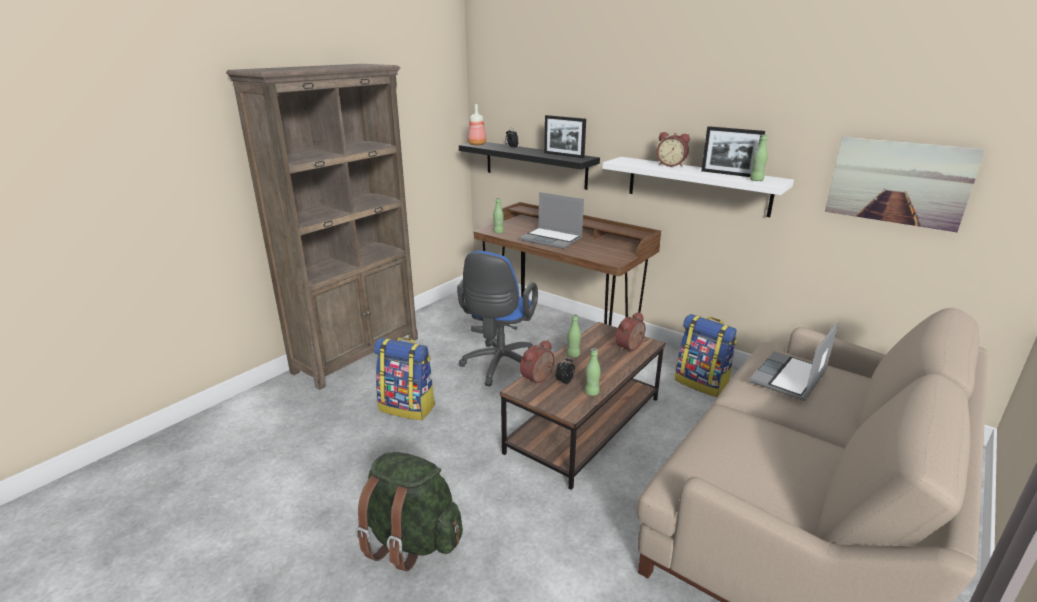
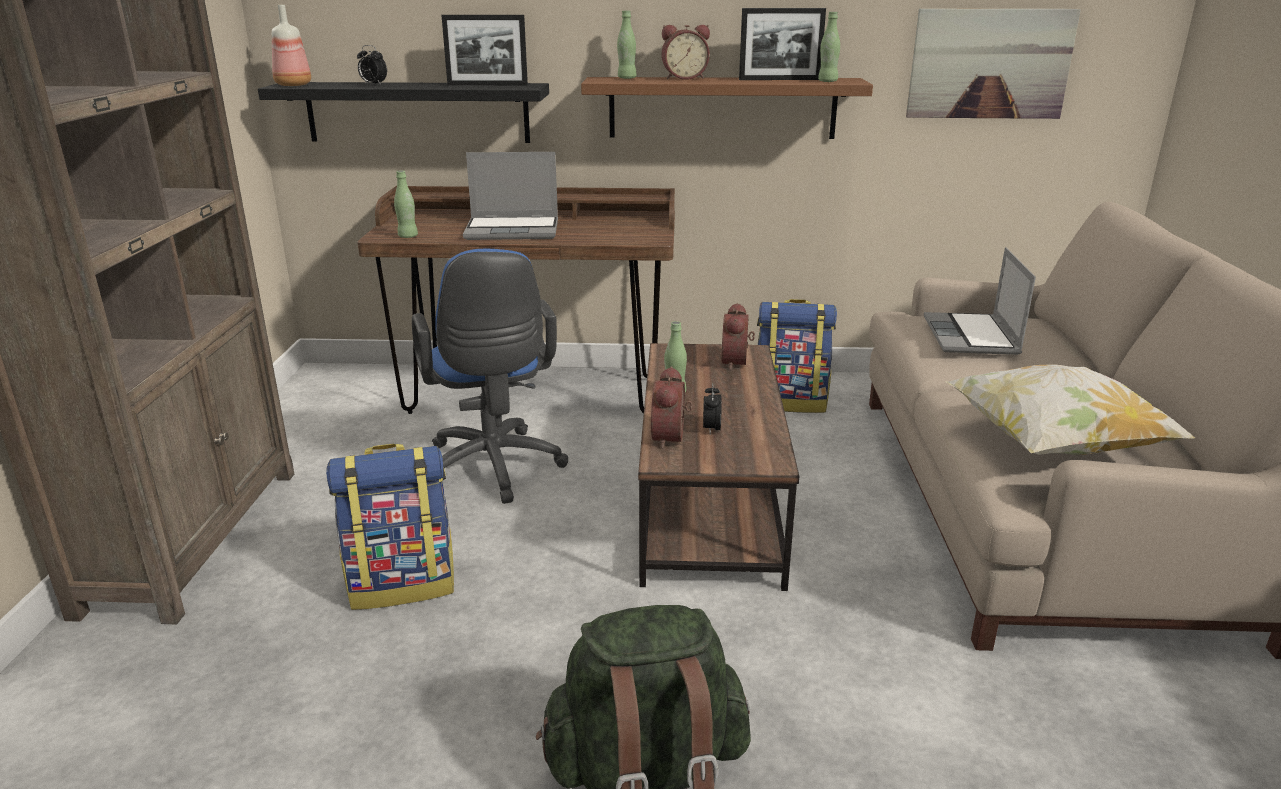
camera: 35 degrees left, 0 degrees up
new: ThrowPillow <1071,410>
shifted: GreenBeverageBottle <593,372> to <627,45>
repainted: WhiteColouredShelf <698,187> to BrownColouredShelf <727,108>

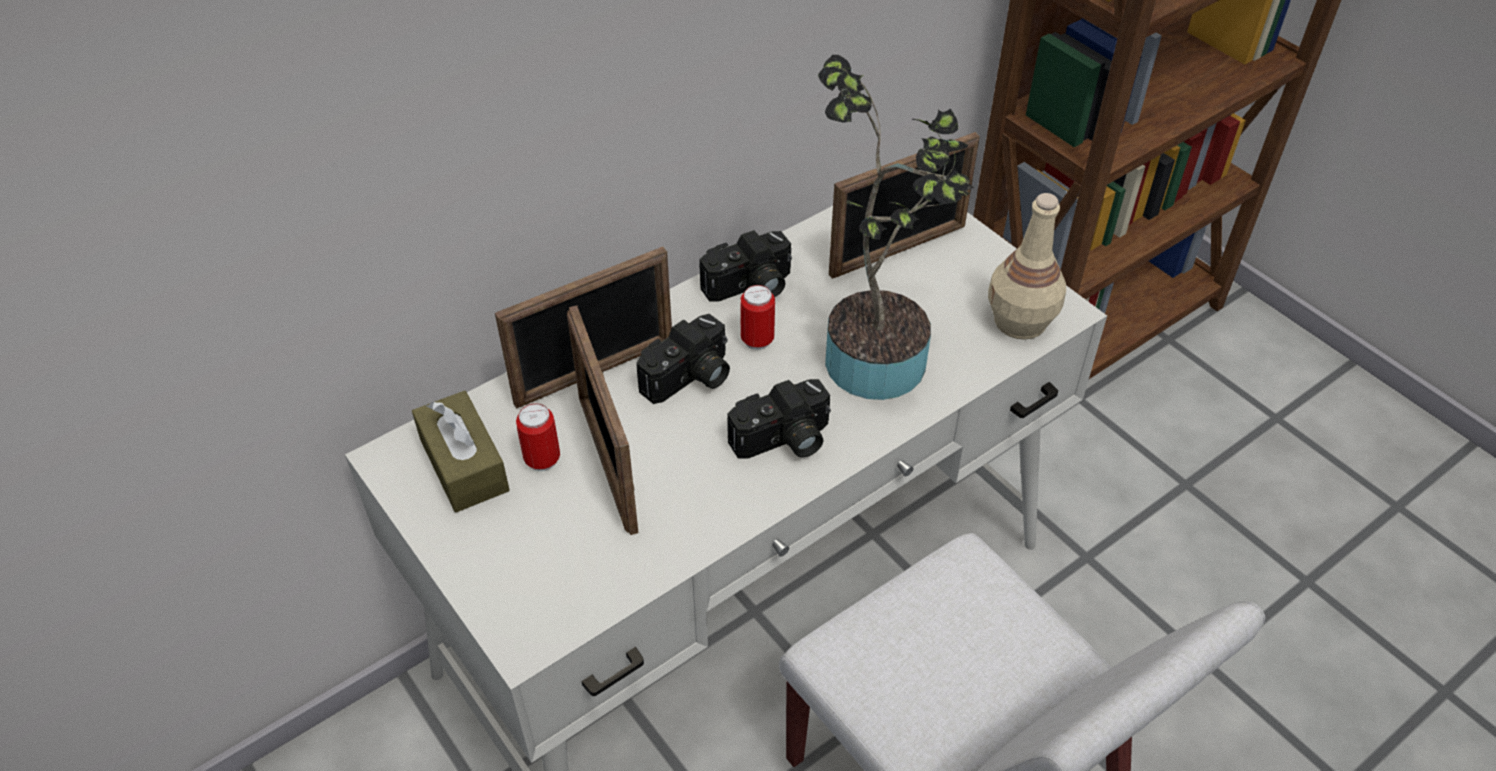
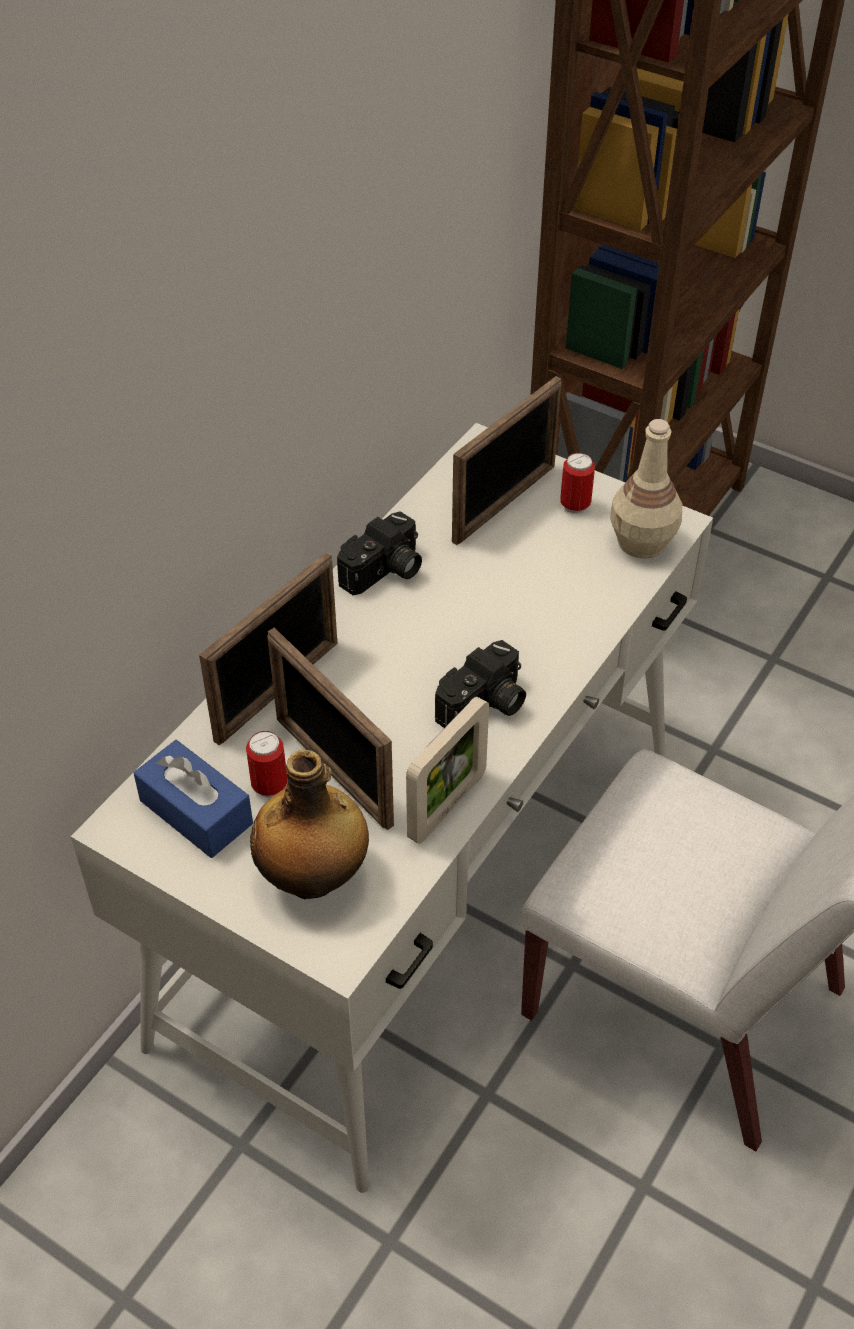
camera: 20 degrees left, 0 degrees up
gone: PhotoCamera <683,359>; PottedPlant <896,227>
new: BeverageBottle <309,824>; StandingFrame <447,770>
shifted: Can <757,317> to <577,483>
repainted: BrownColouredTissueHolder <460,451> to BlueColouredTissueHolder <193,799>

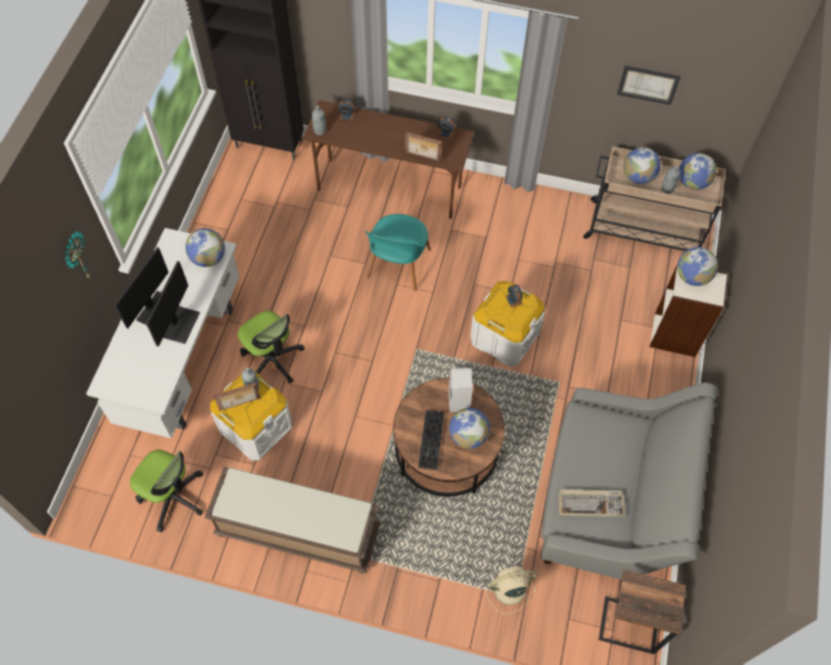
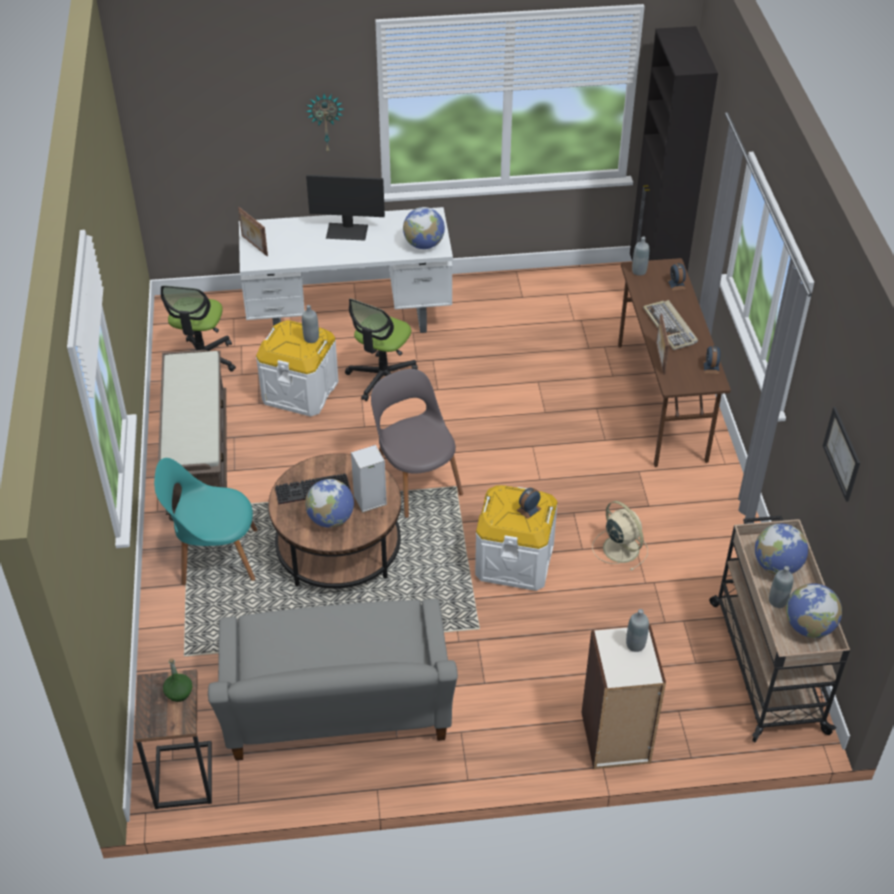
camera: 70 degrees right, 15 degrees down
gone: ComputerDisplay <173,304>
new: GreenBeverageBottle <177,680>; GreyishUprightChair <417,443>
shifted: StandingFrame <237,397> to <253,231>; TurquoiseUprightChair <398,252> to <205,521>; SandColouredFan <511,590> to <620,536>; Keyboard <591,503> to <670,325>
swapped: DeskGlobe <697,266> to GreyishBeverageBottle <637,630>

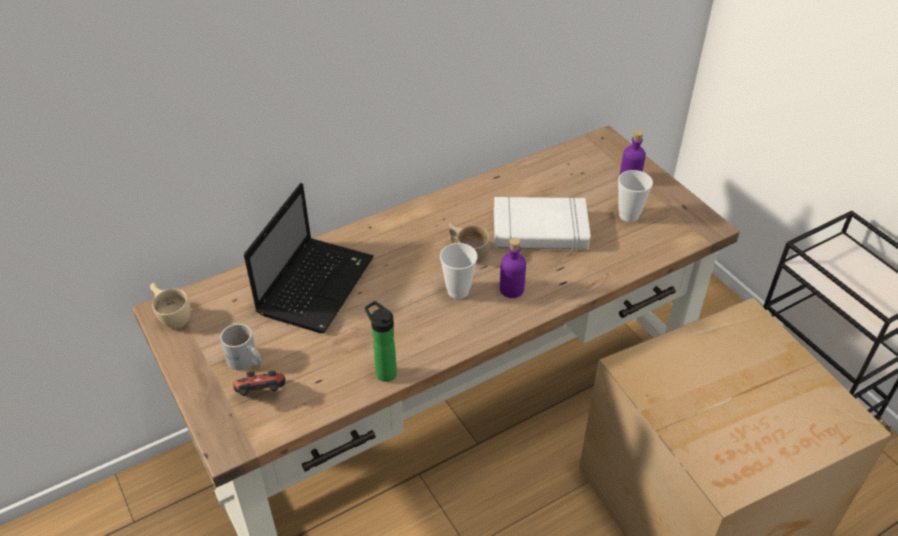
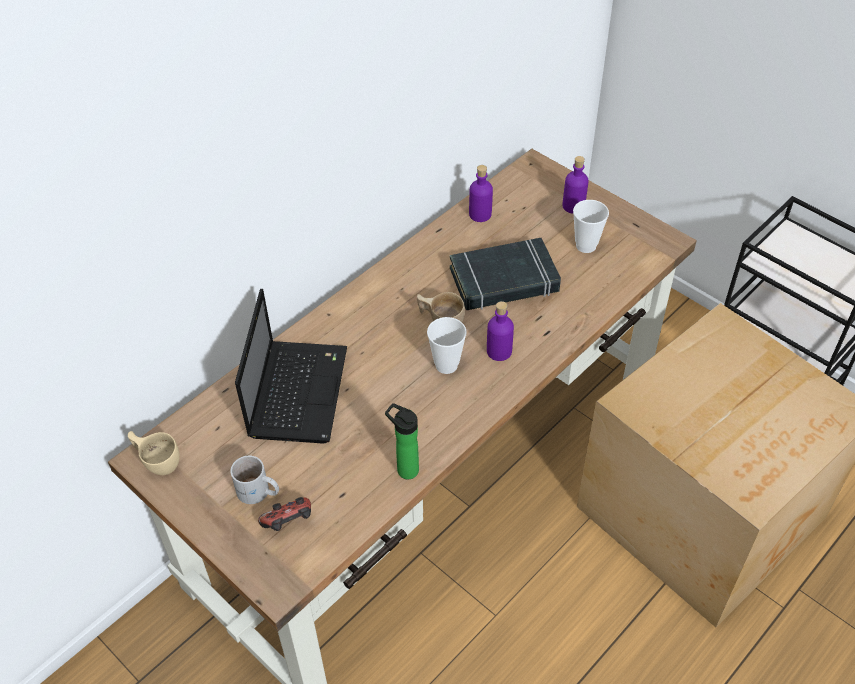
camera: 15 degrees left, 5 degrees up
new: PurpleColouredBeverageBottle <481,193>
repainted: WhiteColouredBook <542,224> to BlackishBook <505,274>

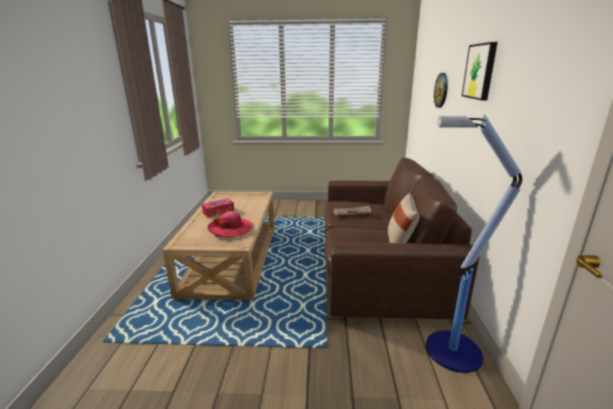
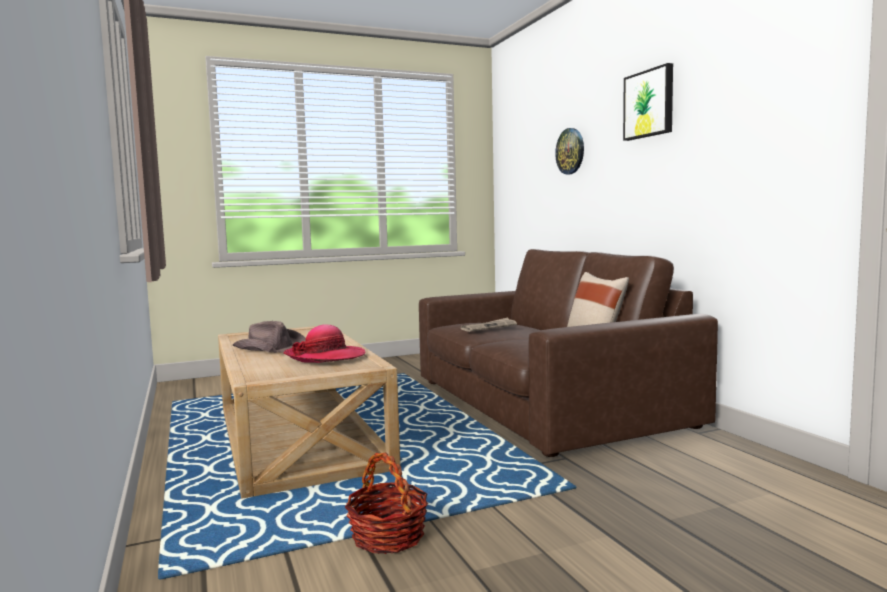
camera: 25 degrees left, 15 degrees down
gone: StandardLamp <474,244>
new: StorageBasket <386,503>
swapped: TissueHolder <218,207> to BrownColouredClothingHat <269,337>

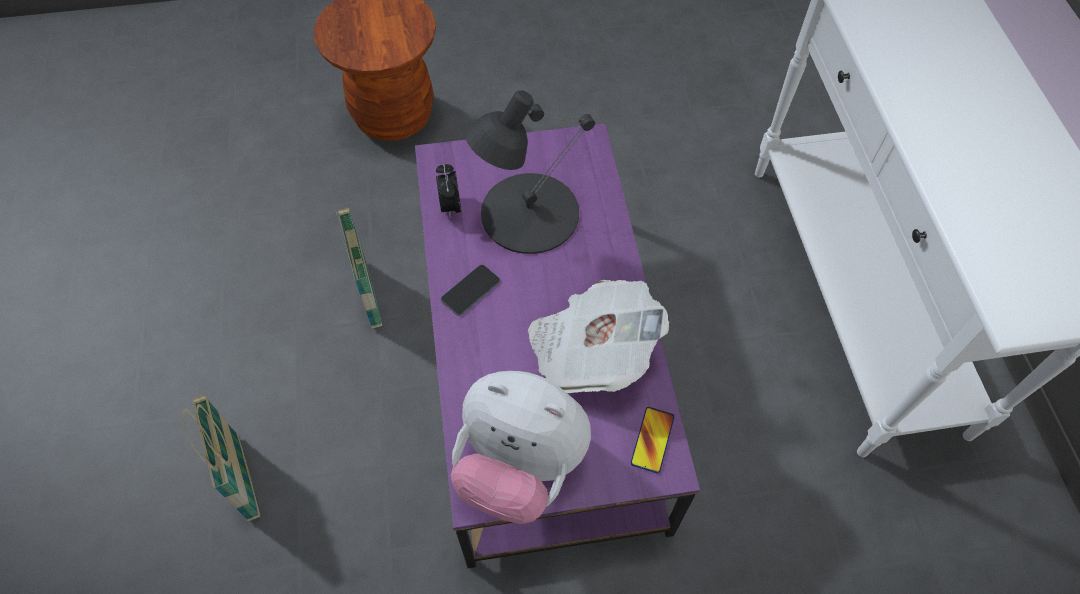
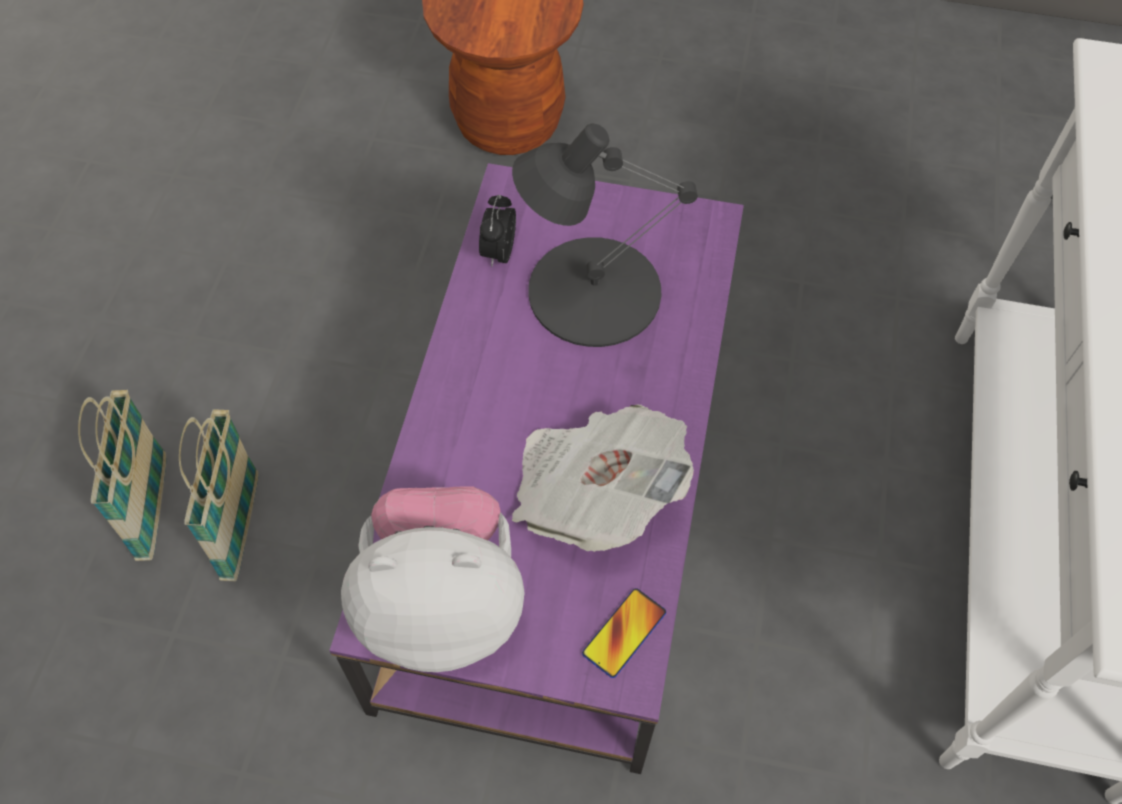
camera: 20 degrees right, 0 degrees up
gone: Phone <470,290>
shifted: StorageBasket <358,268> to <218,495>
rotated: SoftToy <521,447> = <433,579> 135 degrees clockwise

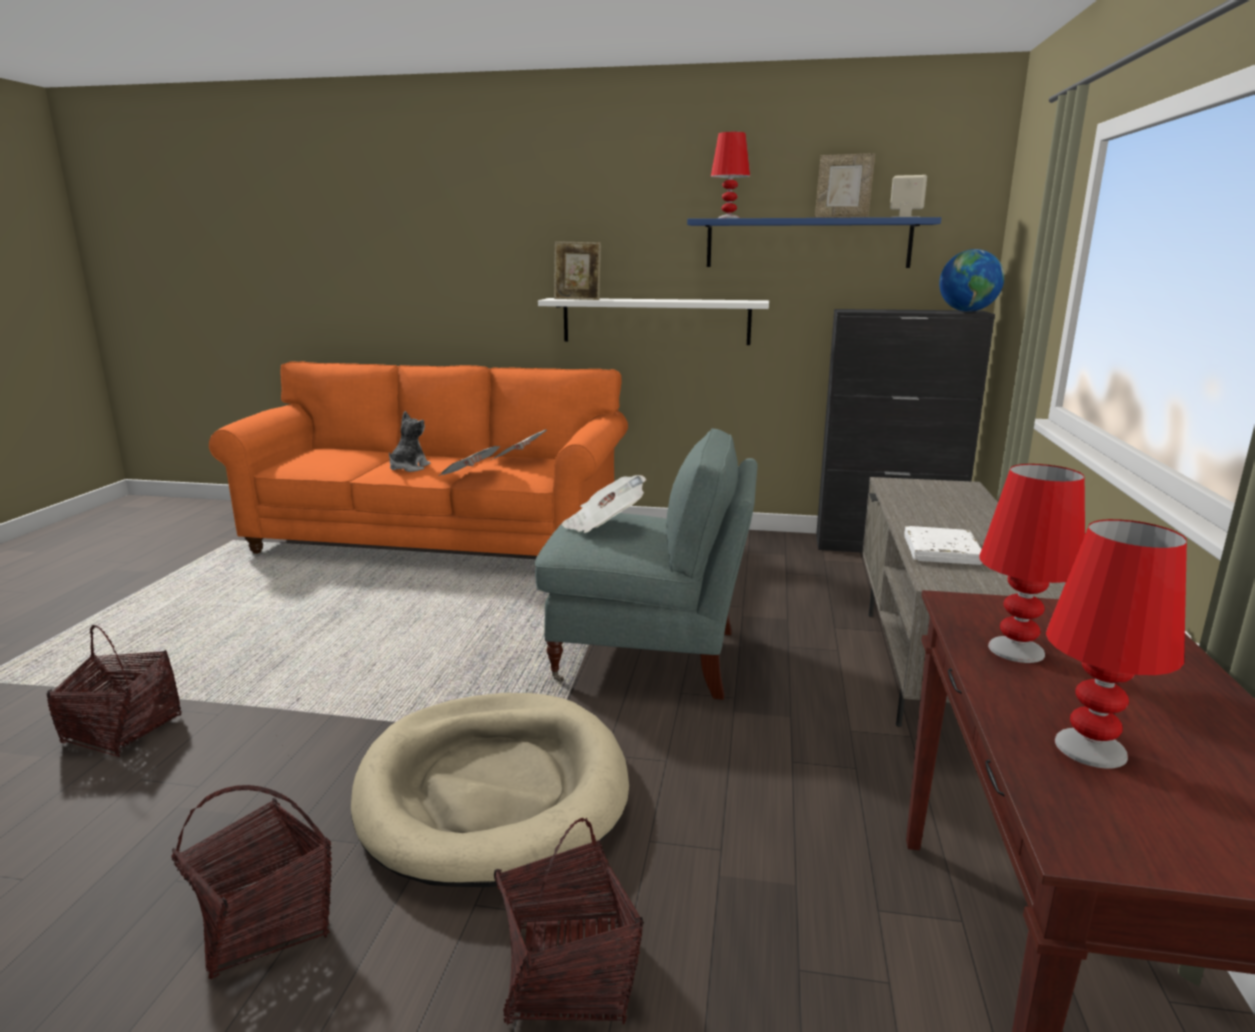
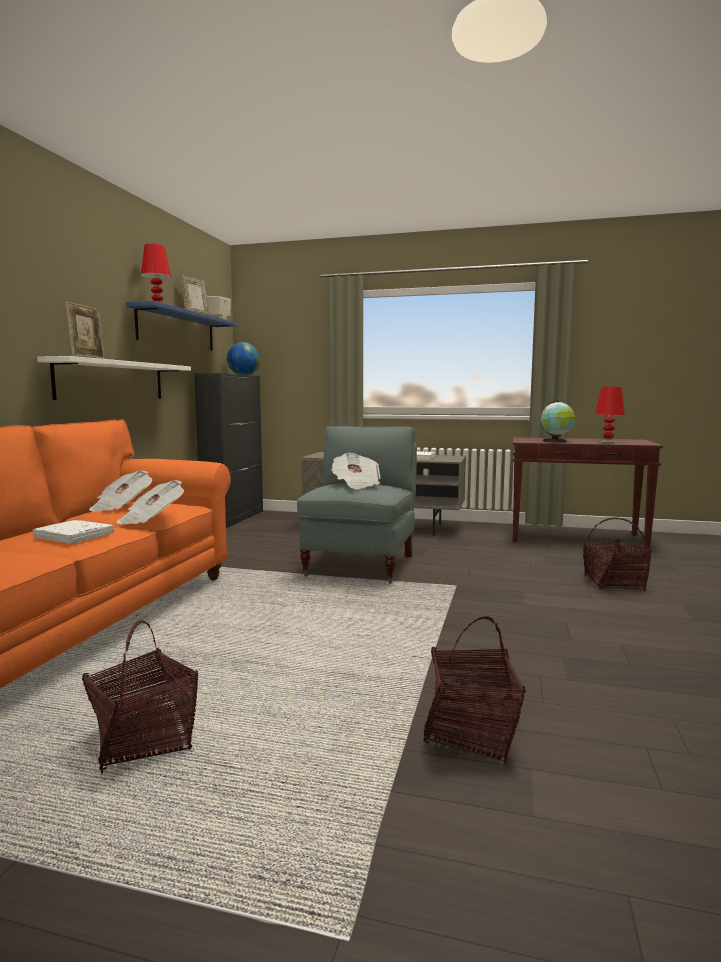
camera: 85 degrees left, 10 degrees down
gone: SandColouredDogBed <490,790>
shifted: StorageBasket <251,882> to <140,697>
swapped: SoftToy <410,441> to WhiteColouredBook <73,532>; RedLampForATable <1032,563> to DeskGlobe <558,421>

